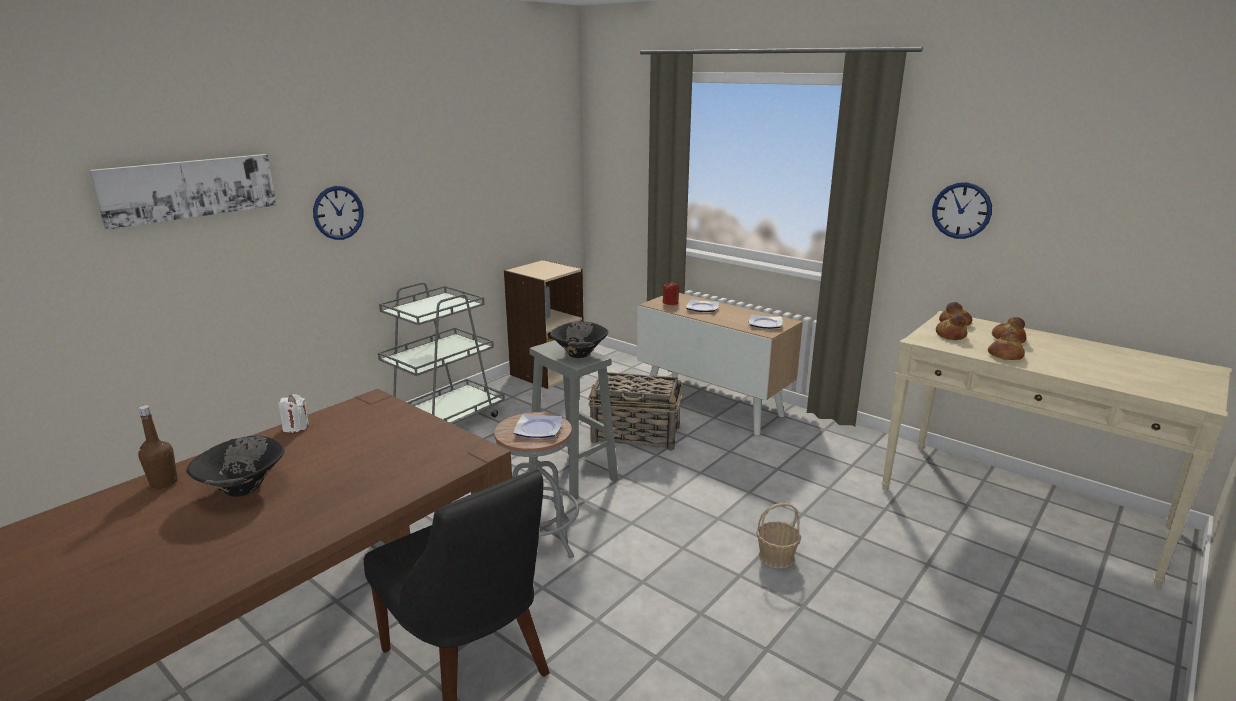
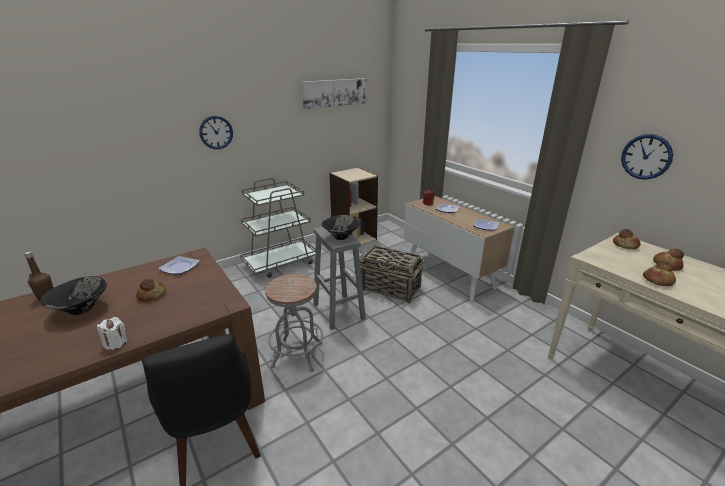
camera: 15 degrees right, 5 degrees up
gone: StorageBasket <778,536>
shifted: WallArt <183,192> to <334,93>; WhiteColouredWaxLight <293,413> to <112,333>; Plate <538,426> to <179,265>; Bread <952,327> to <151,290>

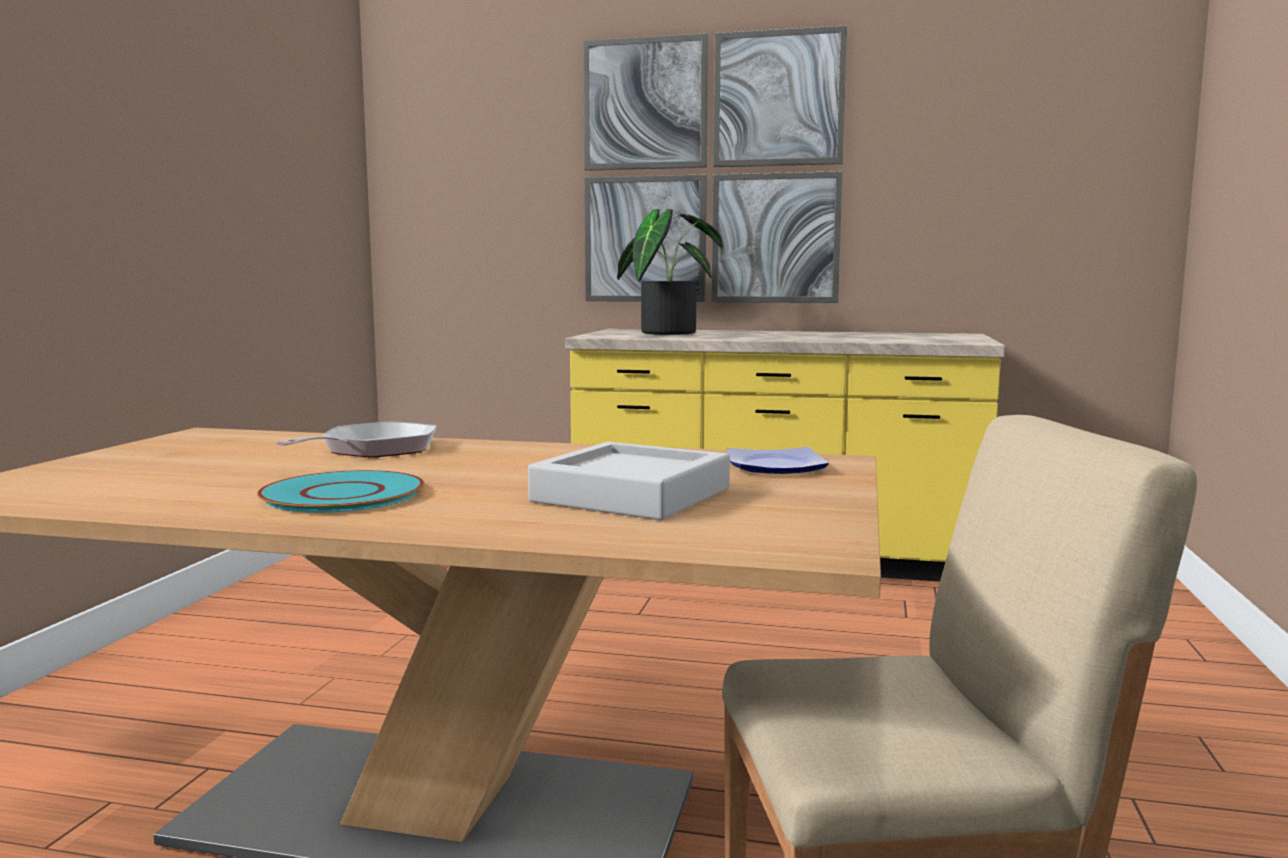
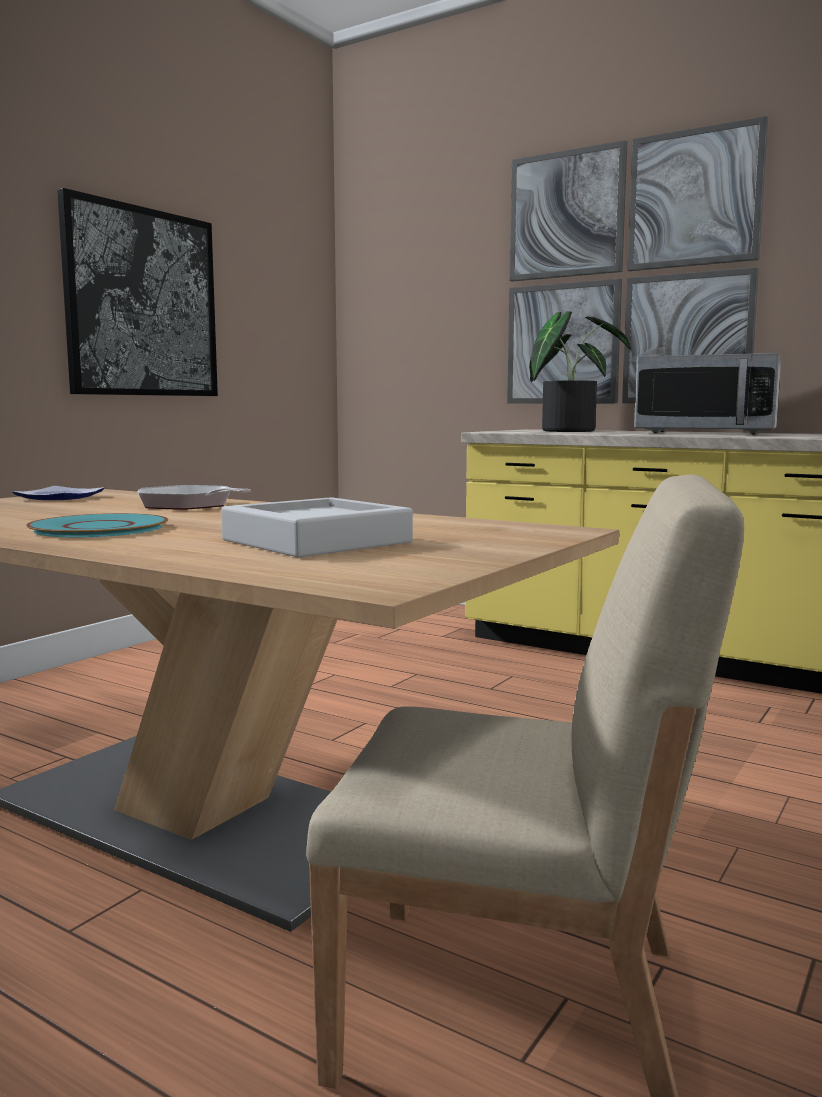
camera: 20 degrees right, 0 degrees up
new: WallArt <137,292>; Microwave <707,393>
shifted: Plate <778,460> to <58,493>
rotated: FryingPan <355,439> = <194,497> 90 degrees counterclockwise

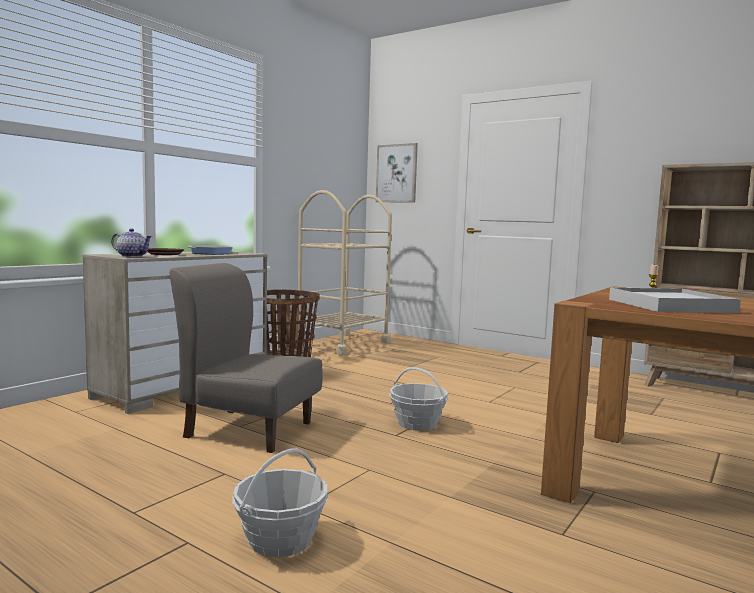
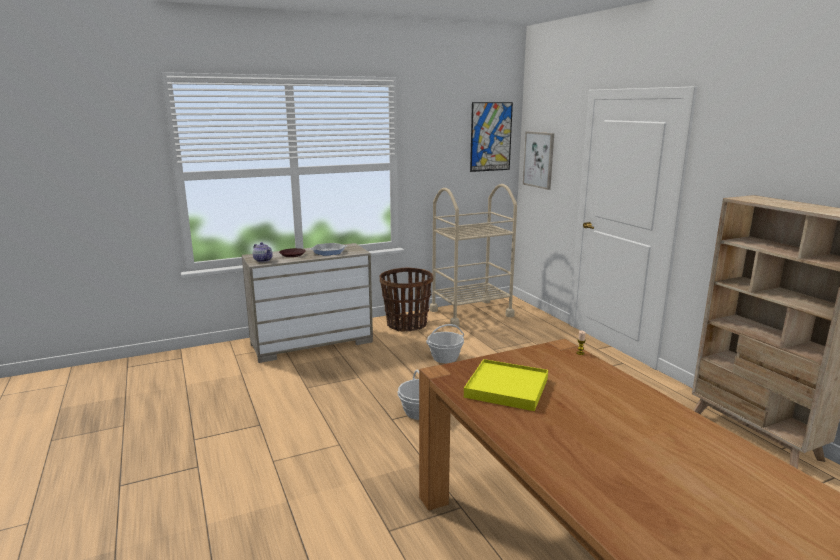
camera: 30 degrees right, 10 degrees up
gone: GreyishUprightChair <246,358>
new: WallArt <491,137>
shifted: StorageBasket <280,502> to <445,343>
repainted: WhiteColouredTray <675,300> to YellowColouredTray <506,385>

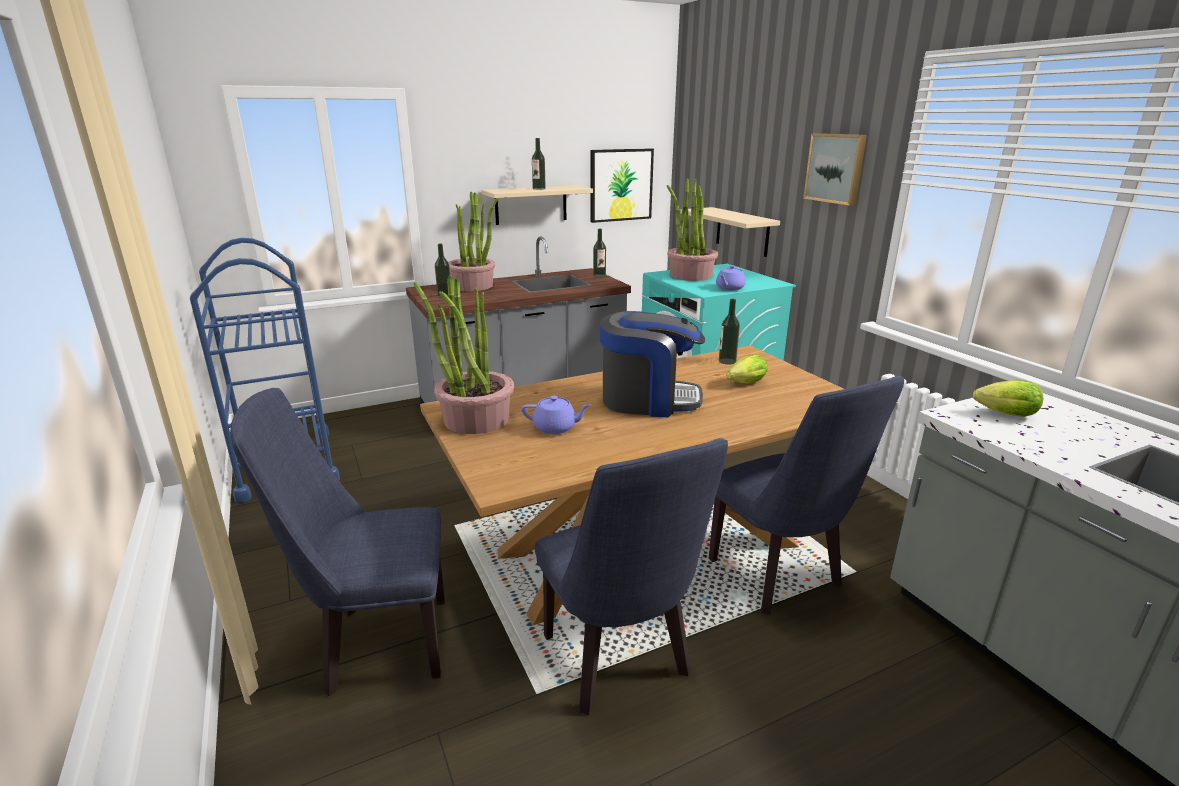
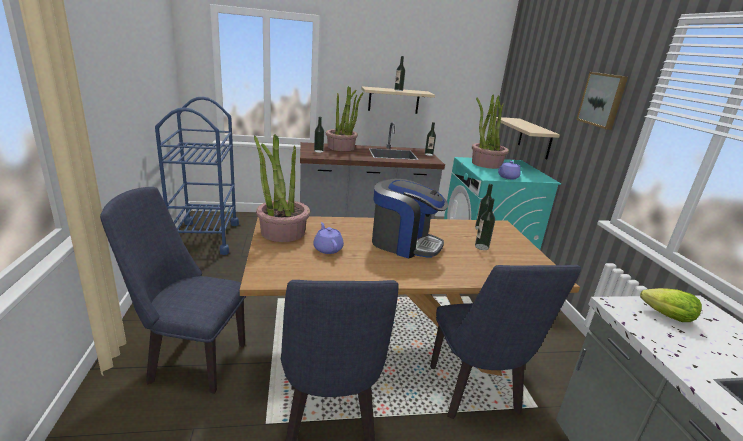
camera: 15 degrees right, 0 degrees up
gone: WallArt <622,185>
swapped: LettuceHead <747,368> to BeverageBottle <485,224>
rotated: PurpleColouredTeapot <556,415> = <328,238> 135 degrees counterclockwise

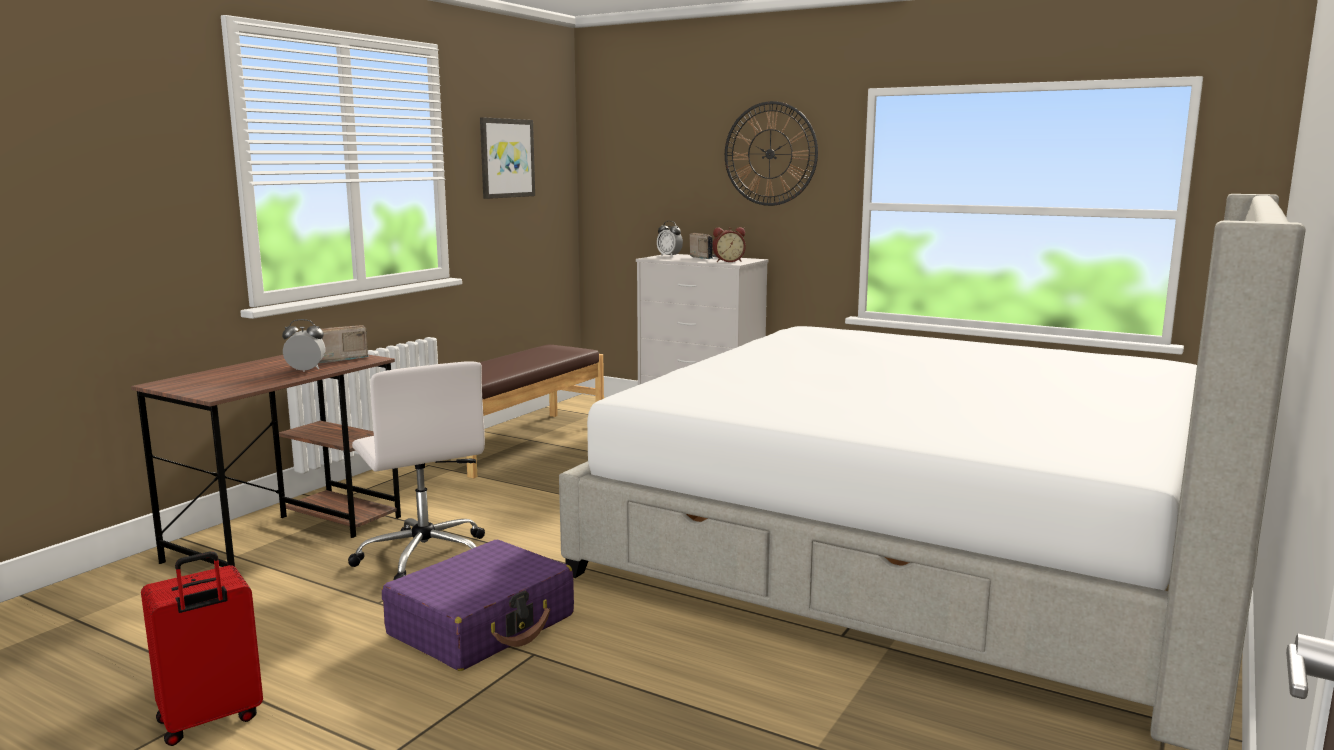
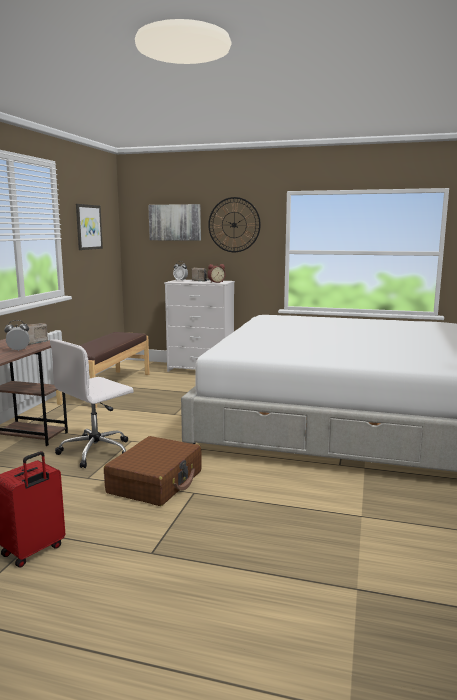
camera: 15 degrees left, 0 degrees up
new: WallArt <174,222>
repainted: PurpleColouredSuitcase <478,605> to BrownColouredSuitcase <153,471>
rotated: WhiteColouredOfficeChair <416,471> = <92,403> 90 degrees clockwise

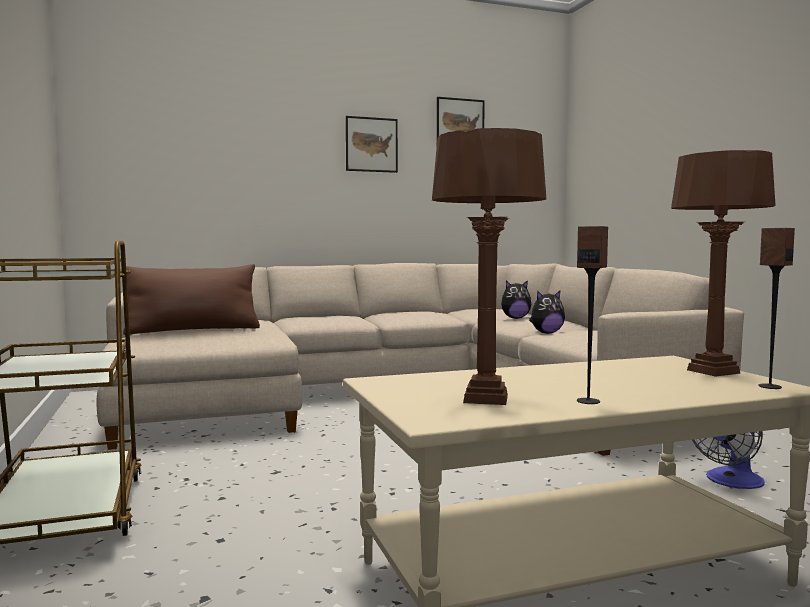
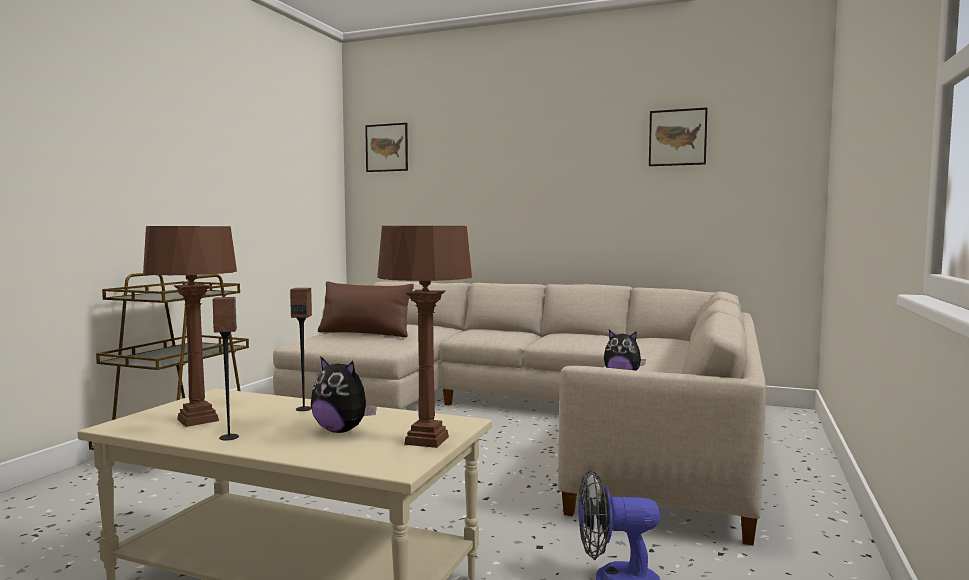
camera: 40 degrees right, 0 degrees up
shifted: WallArt <372,144> to <386,147>; SoftToy <516,299> to <344,394>; Speaker <776,308> to <301,349>

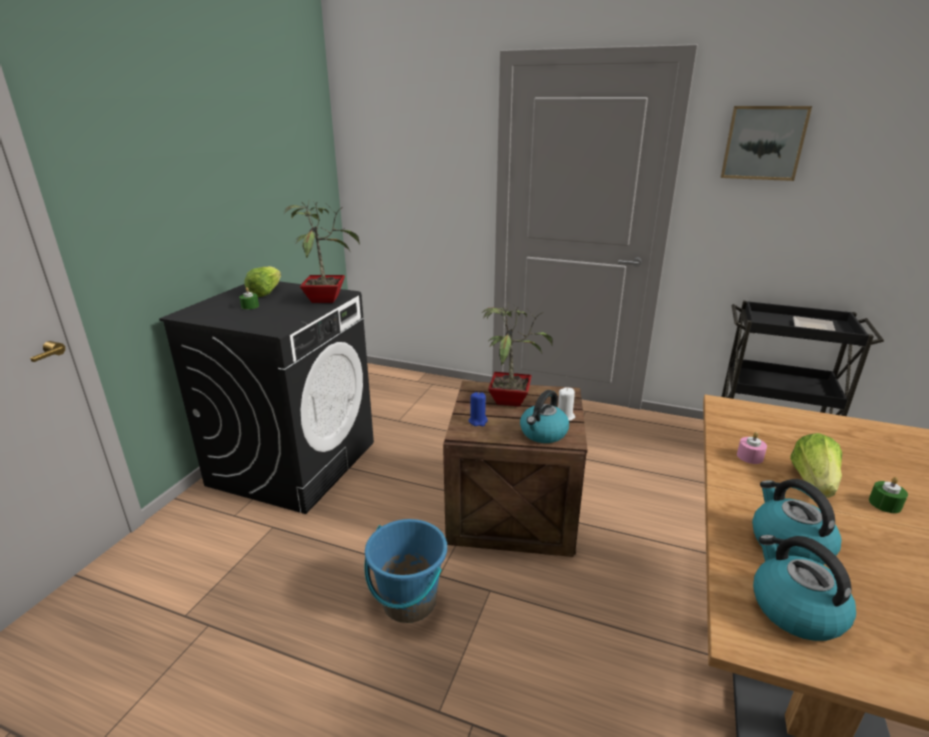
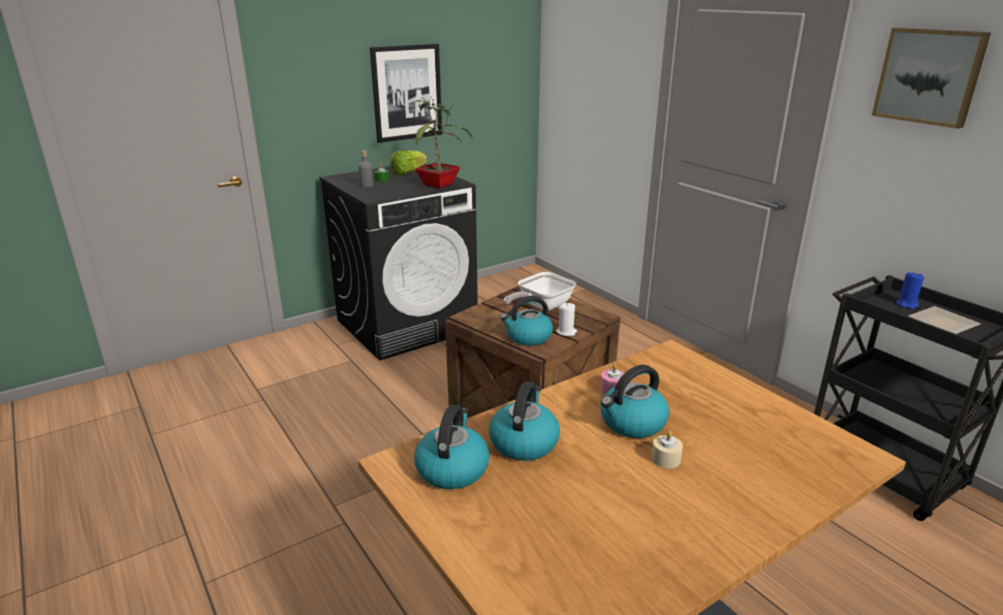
camera: 35 degrees right, 0 degrees up
gone: BlueColouredWaterBucket <405,571>
new: GreyishBeverageBottle <366,168>; WallArt <406,93>
shifted: BlueColouredWaxLight <478,409> to <910,290>
swapped: PottedPlant <517,355> to FryingPan <539,291>; LettuceHead <816,465> to TeaKettle <634,401>
repainted: GreenWaxLight <888,495> to SandColouredWaxLight <667,450>

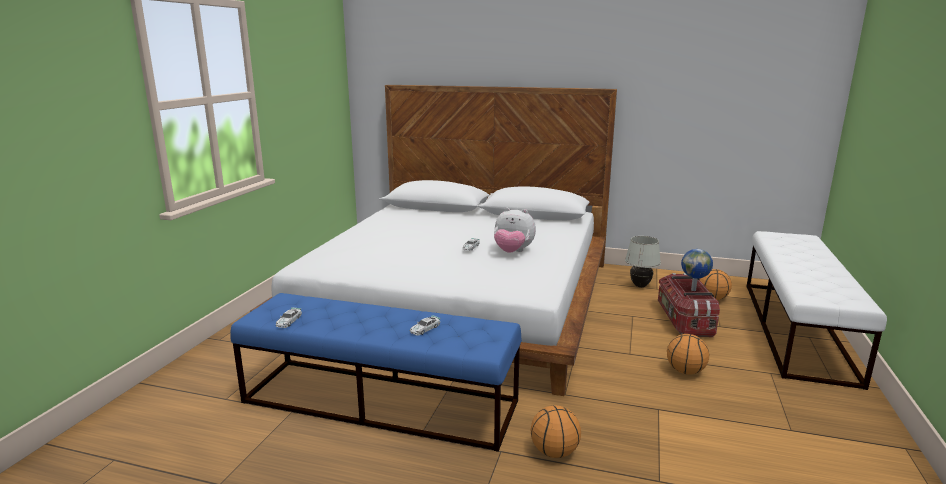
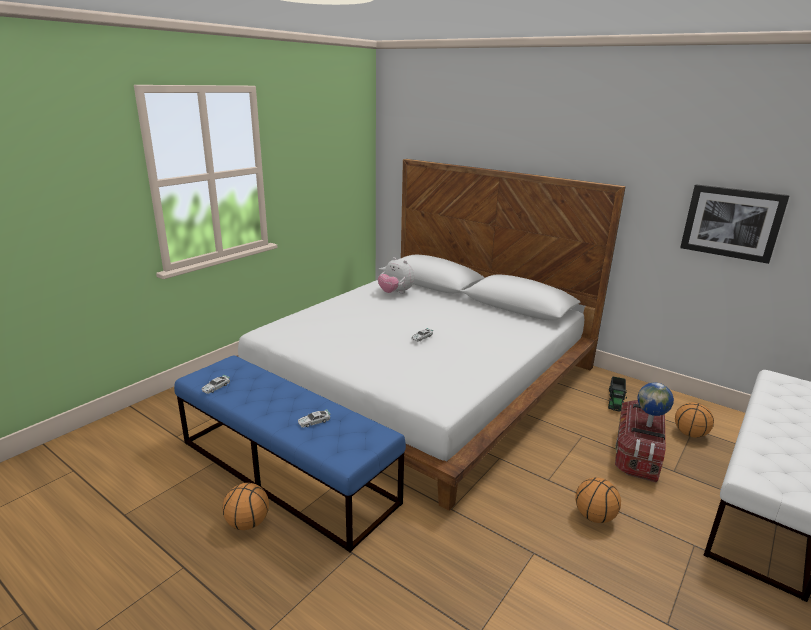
camera: 20 degrees right, 5 degrees up
new: WallArt <735,224>
shifted: SoftToy <515,230> to <396,275>; Basketball <556,431> to <245,506>
swapped: WhiteColouredLampForATable <643,261> to ModelTruck <617,394>

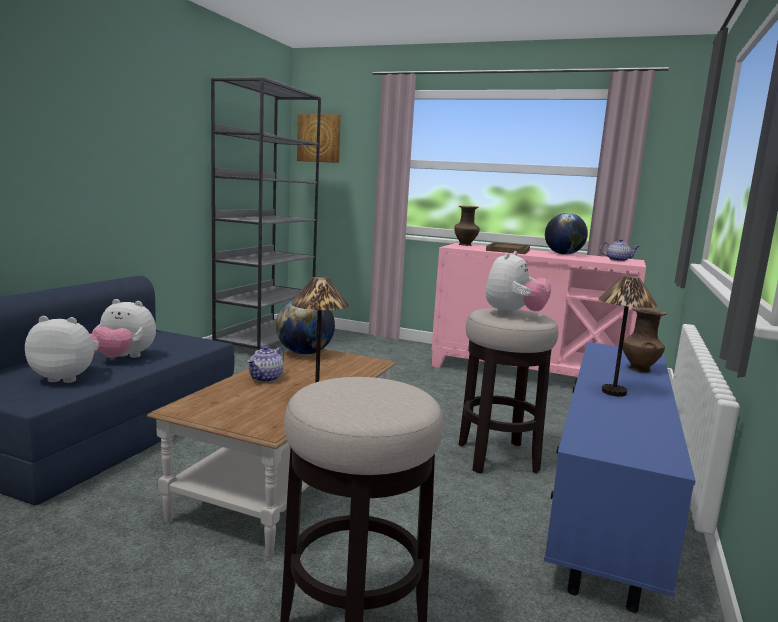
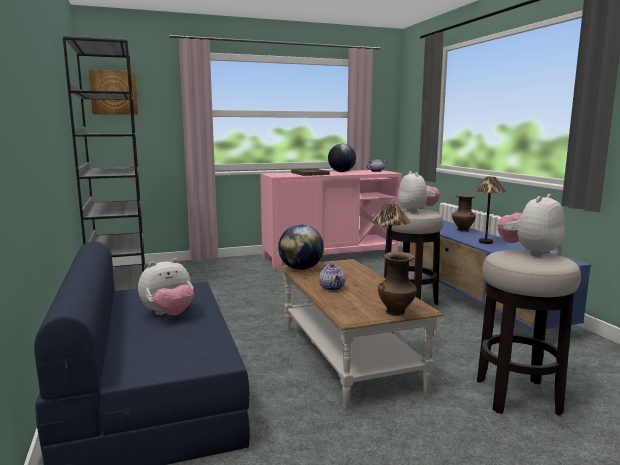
camera: 40 degrees left, 0 degrees up
shifted: SoftToy <62,349> to <531,225>; BrownColouredFlowerVase <467,226> to <397,284>

